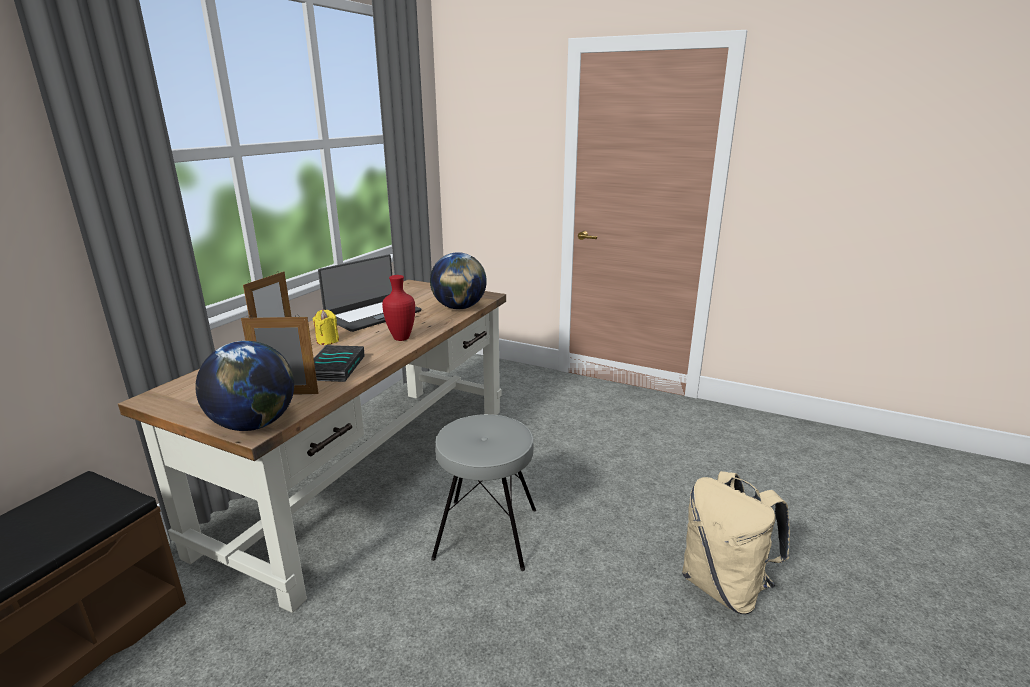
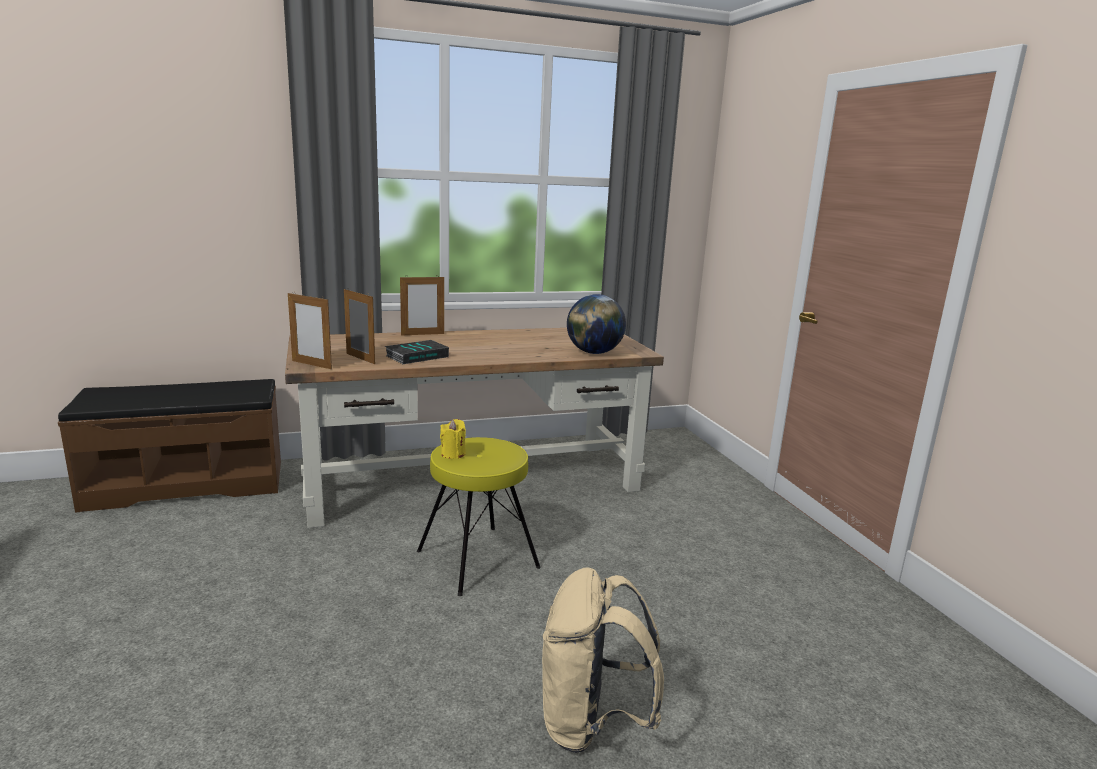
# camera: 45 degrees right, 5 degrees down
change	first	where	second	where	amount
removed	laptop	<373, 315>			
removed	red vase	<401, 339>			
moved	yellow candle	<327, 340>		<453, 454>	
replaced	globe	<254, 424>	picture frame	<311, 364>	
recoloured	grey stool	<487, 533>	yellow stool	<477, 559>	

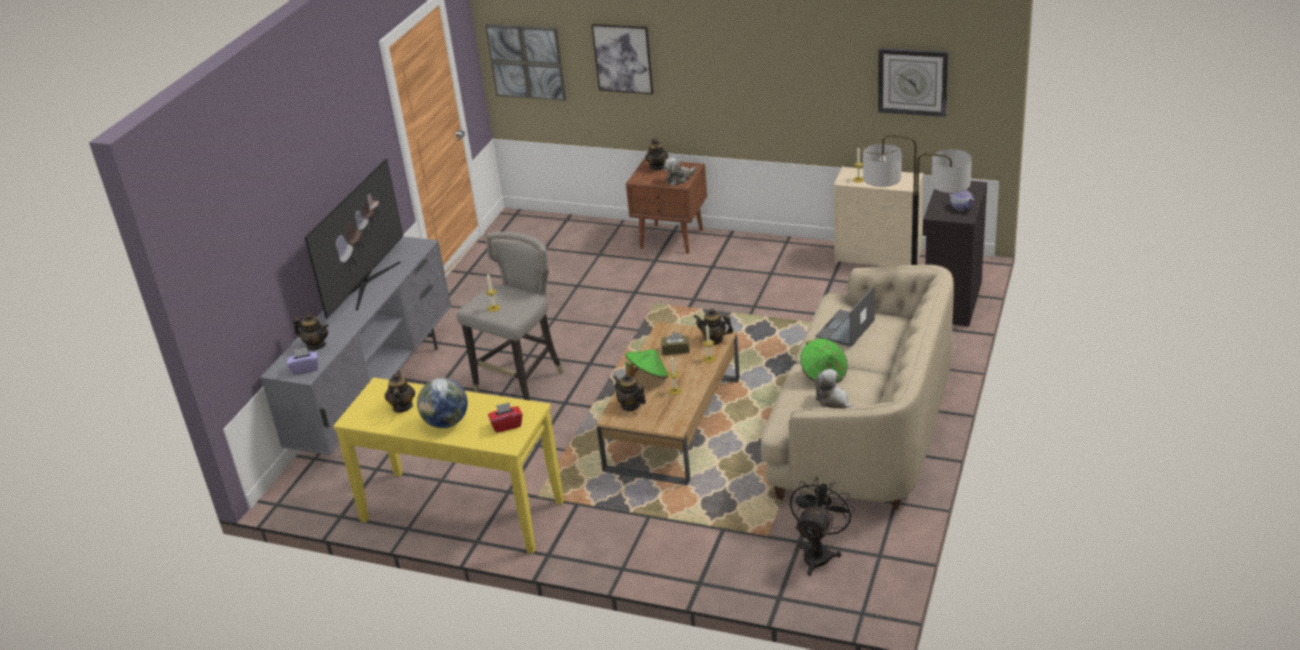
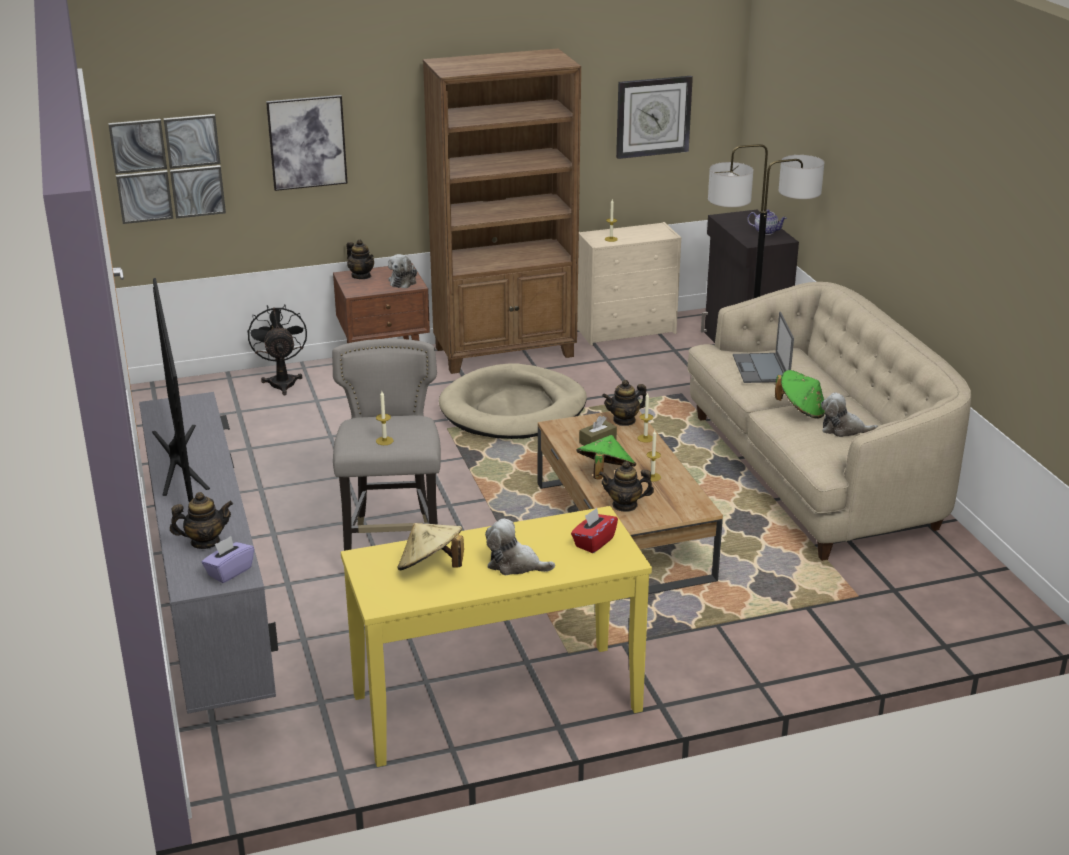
# camera: 40 degrees left, 5 degrees down
change	first	where	second	where	amount
added			brown bookcase	<506, 352>	
added			beige dog bed	<513, 409>	
moved	black fan	<819, 553>		<282, 381>	
replaced	teapot	<402, 407>	beige hat	<431, 568>	
replaced	globe	<446, 423>	plush toy	<515, 564>	

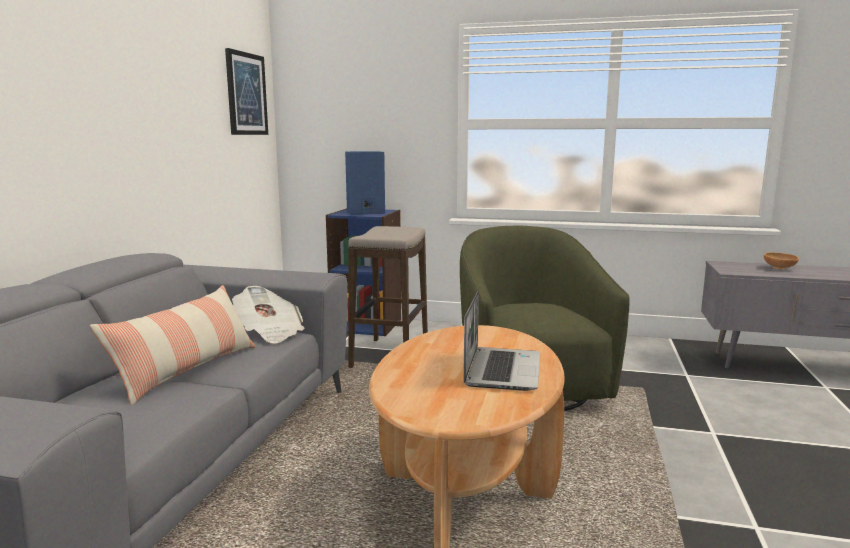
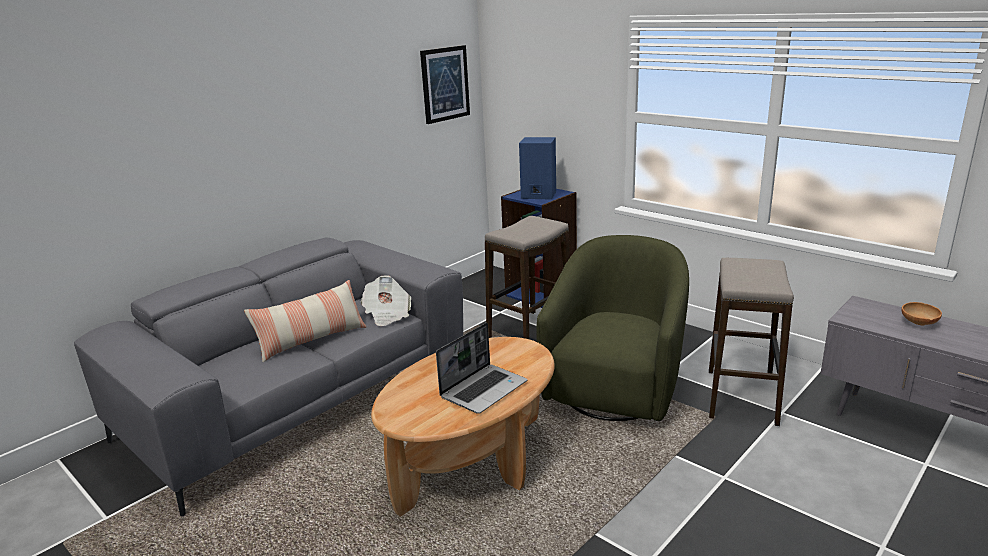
# camera: 30 degrees right, 10 degrees up
change	first	where	second	where	amount
added			stool	<741, 397>	

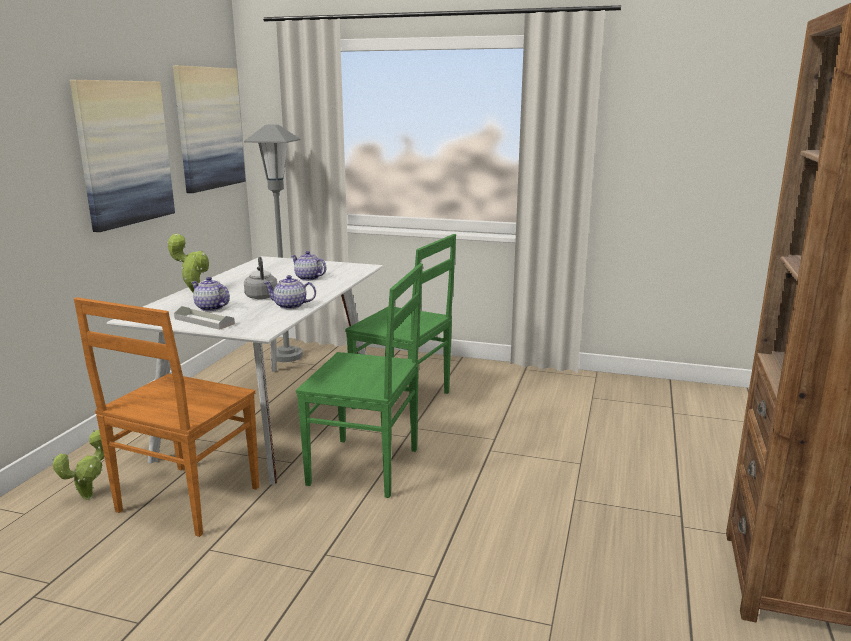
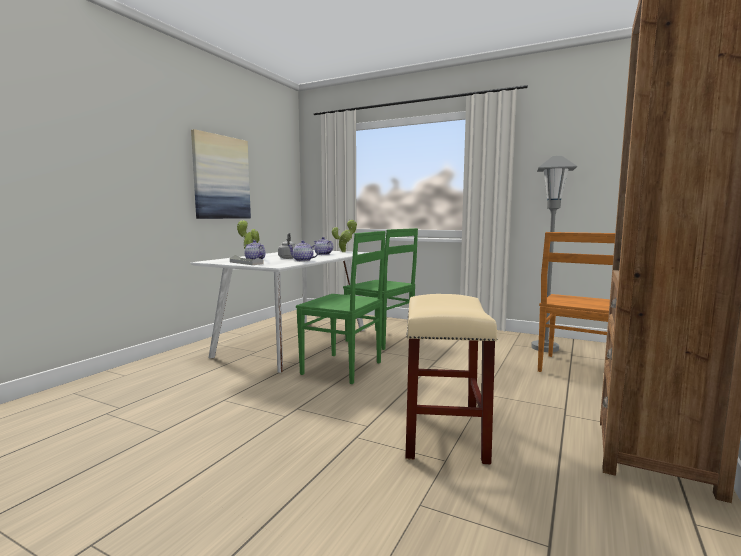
# camera: 10 degrees right, 10 degrees down
change	first	where	second	where	amount
removed	picture	<209, 128>			
added			beige stool	<443, 433>	
moved	potted plant	<91, 496>		<345, 251>	
moved	brown chair	<186, 501>		<577, 369>	
moved	grey floor lamp	<287, 356>		<545, 348>	

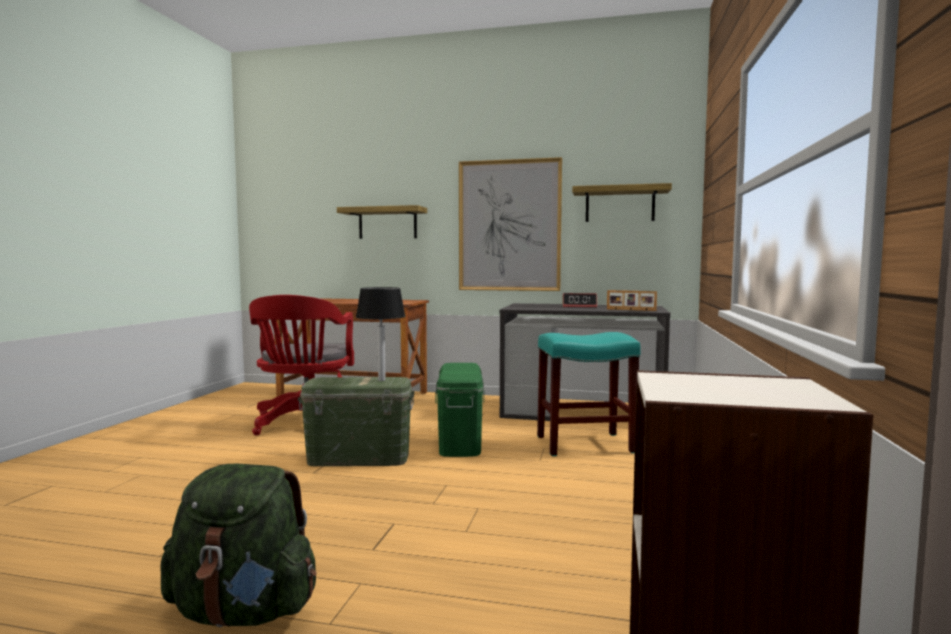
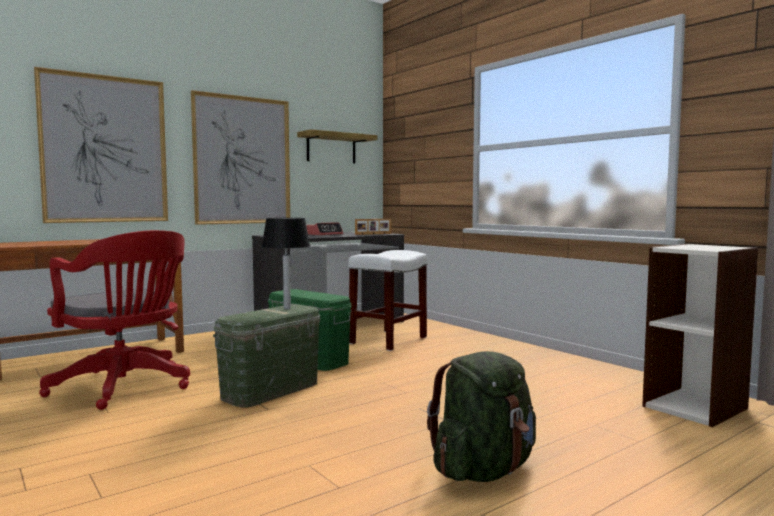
# camera: 50 degrees left, 0 degrees up
change	first	where	second	where	amount
replaced	shelf	<387, 223>	picture	<105, 149>	
recoloured	turquoise stool	<584, 444>	white stool	<388, 340>	

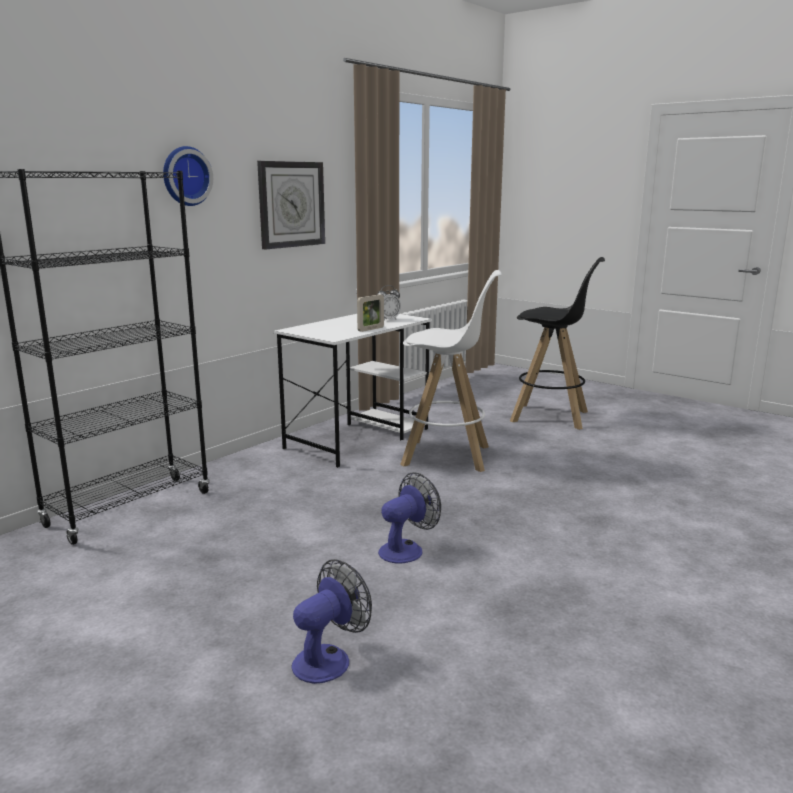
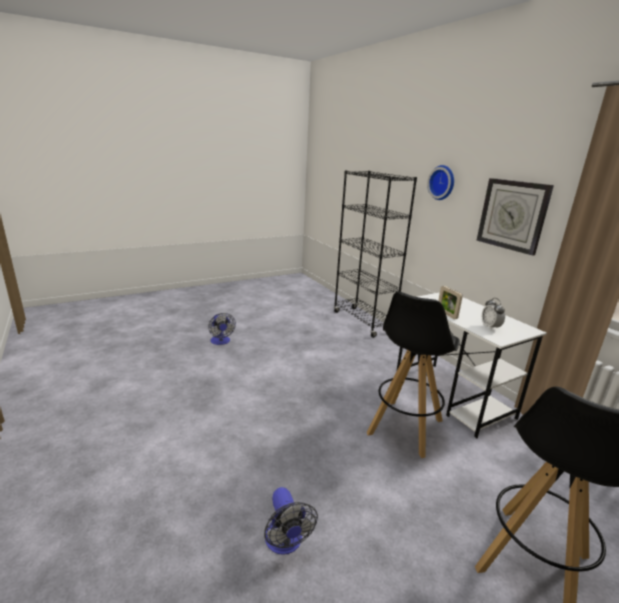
# camera: 110 degrees right, 5 degrees up
change	first	where	second	where	amount
moved	fan	<406, 549>		<285, 543>	
recoloured	white stool	<447, 456>	black stool	<404, 427>	

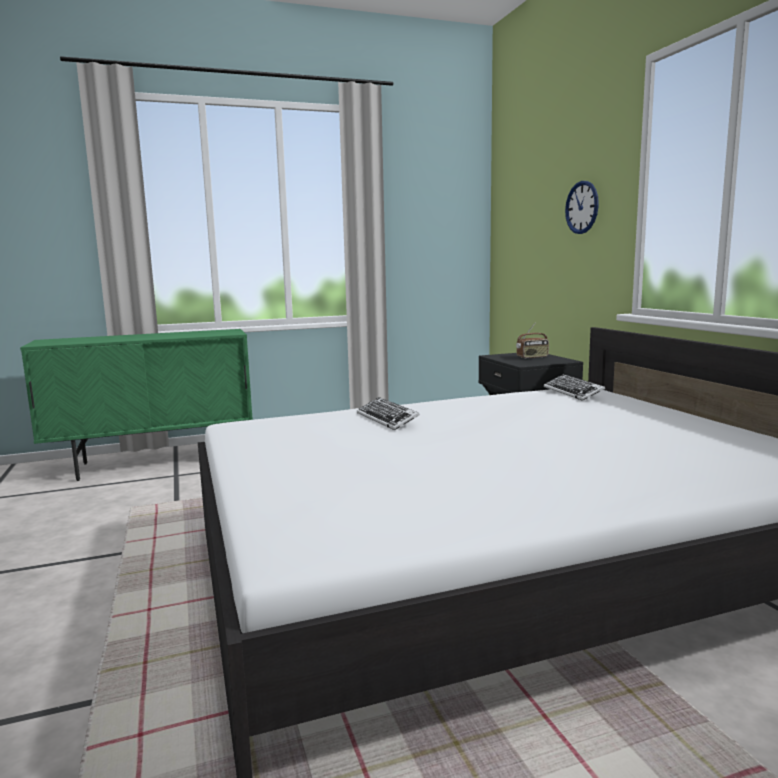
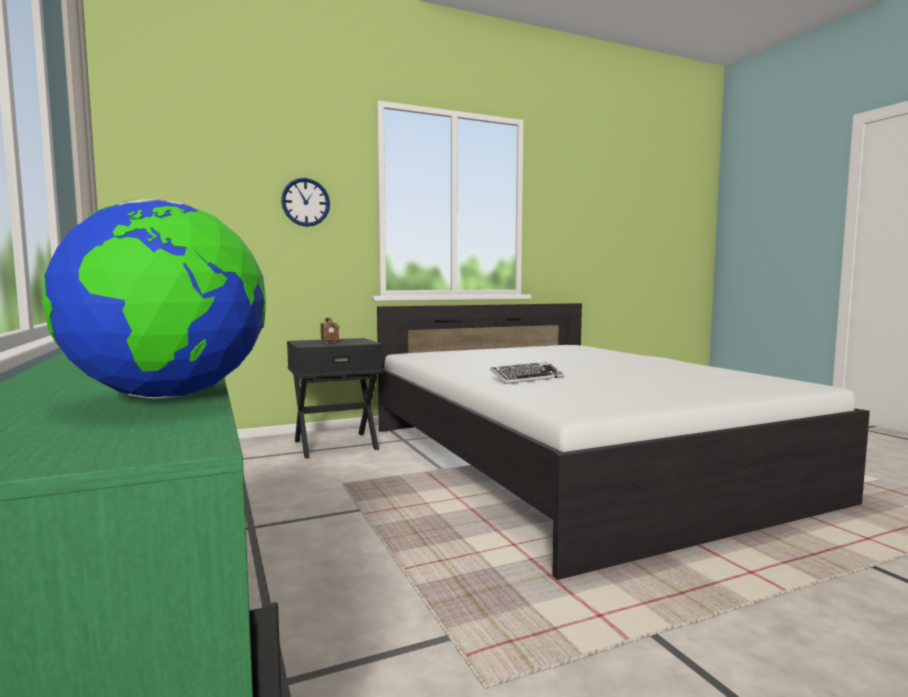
# camera: 95 degrees left, 5 degrees down
change	first	where	second	where	amount
removed	keyboard	<573, 392>			
added			globe	<168, 397>	

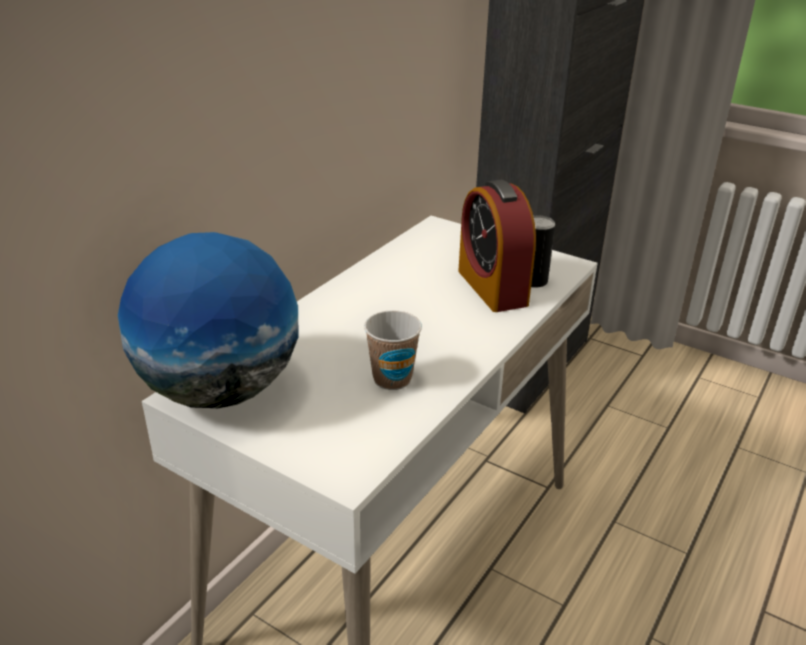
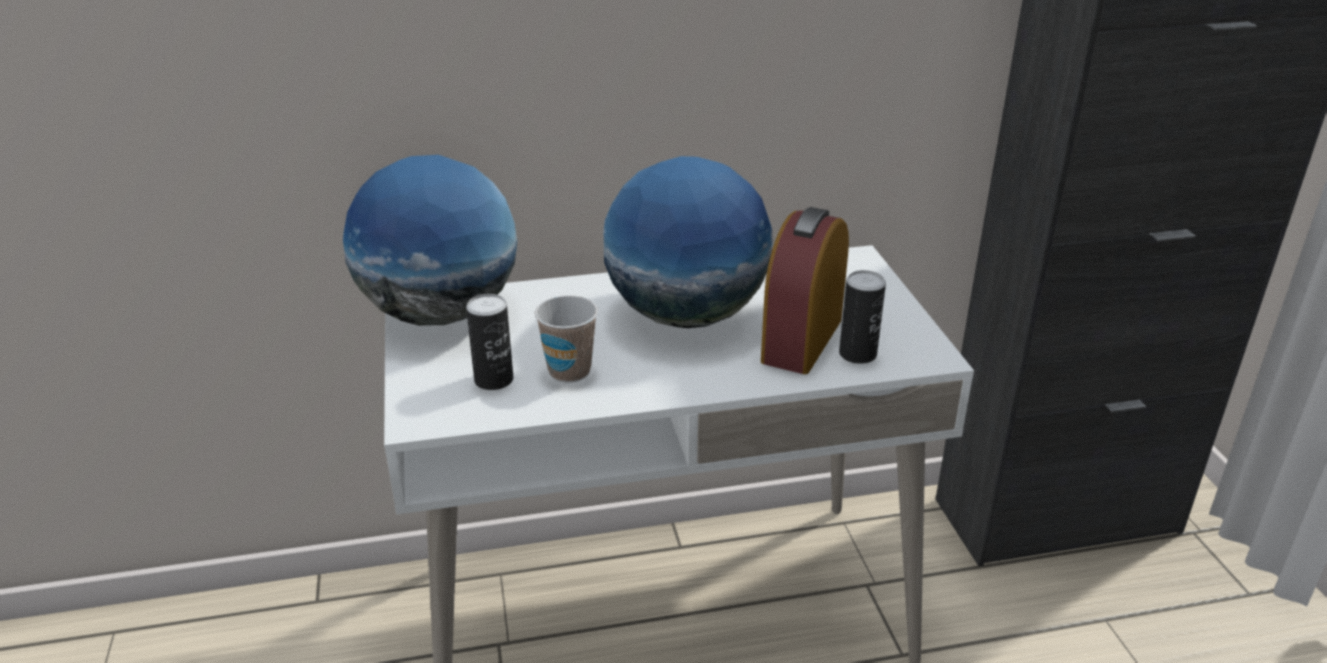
# camera: 45 degrees right, 0 degrees up
change	first	where	second	where	amount
added			can	<494, 380>	
added			globe	<686, 315>	

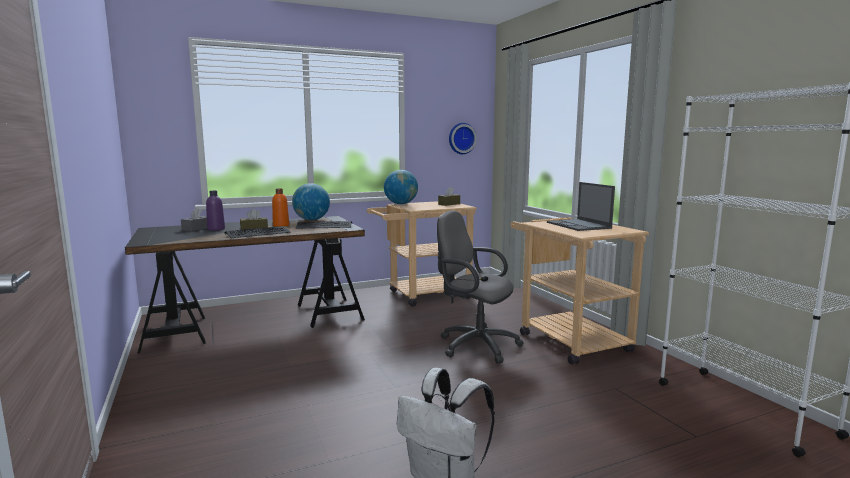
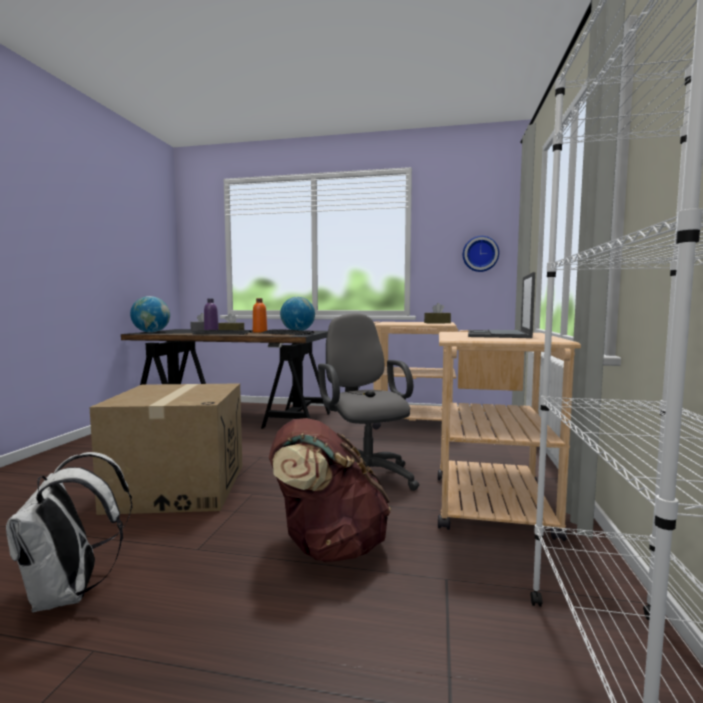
# camera: 35 degrees right, 5 degrees down
change	first	where	second	where	amount
added			cardboard box	<178, 487>	
added			brown backpack	<328, 546>	
moved	globe	<401, 204>		<151, 332>	

